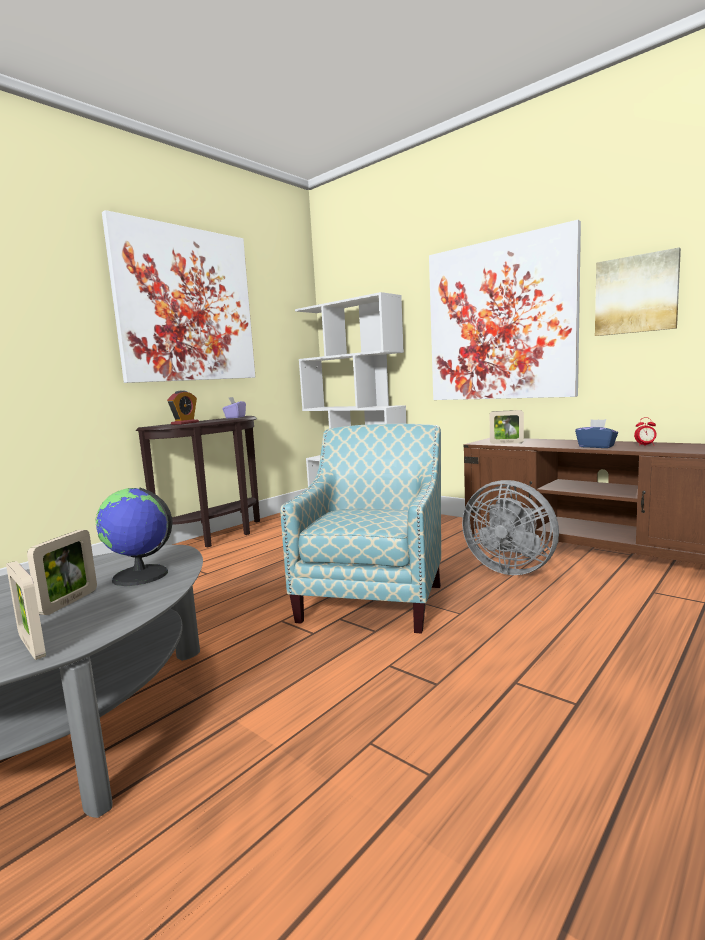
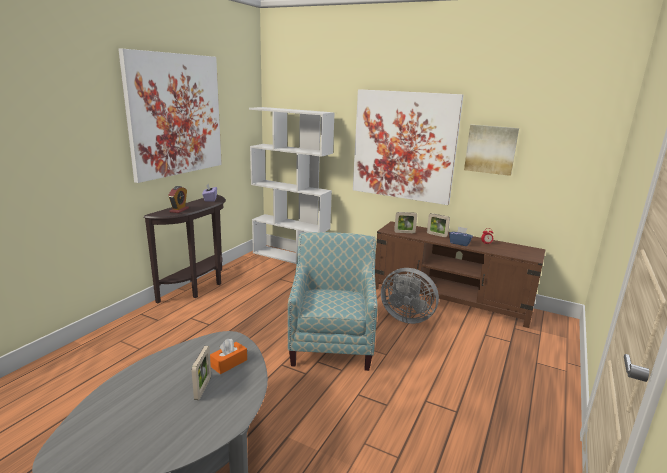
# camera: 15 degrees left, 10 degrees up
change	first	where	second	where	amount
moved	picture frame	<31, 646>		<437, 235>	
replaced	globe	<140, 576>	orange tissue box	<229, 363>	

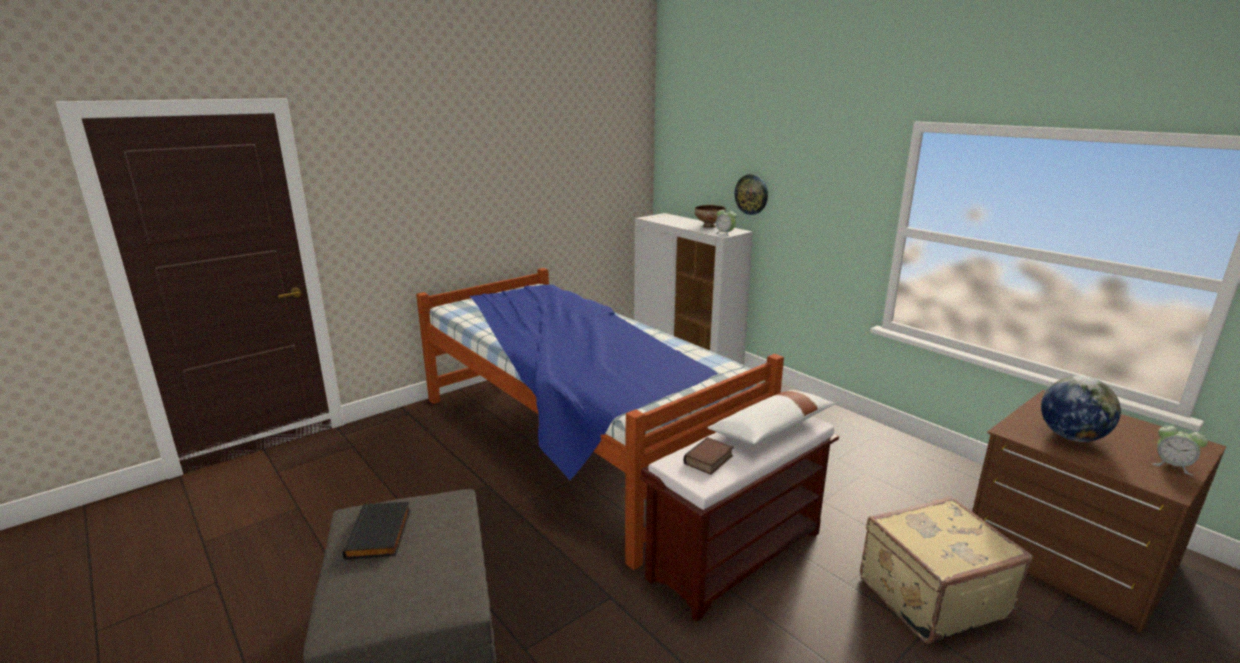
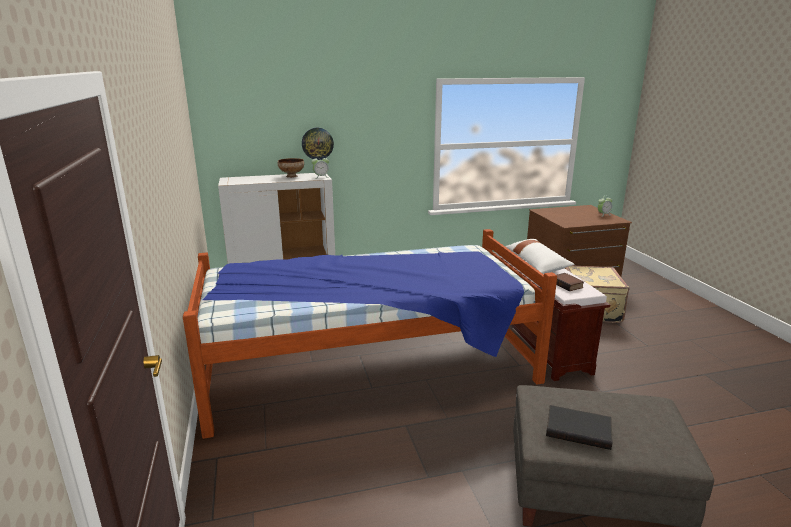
# camera: 65 degrees left, 0 degrees up
change	first	where	second	where	amount
removed	globe	<1071, 437>			

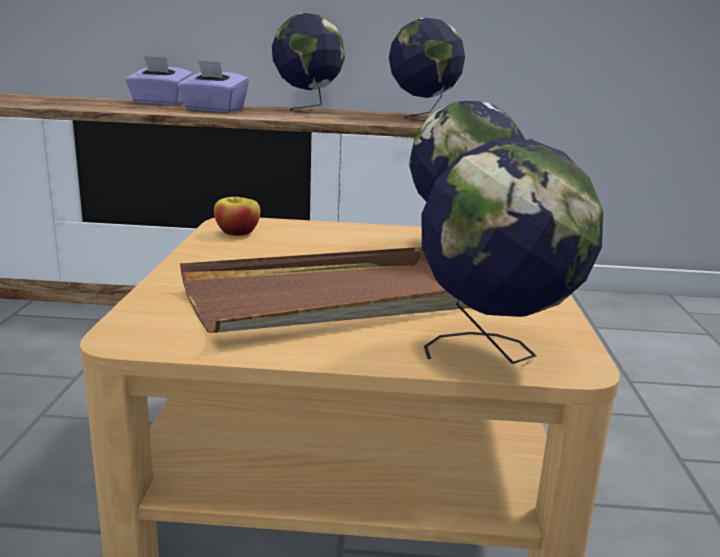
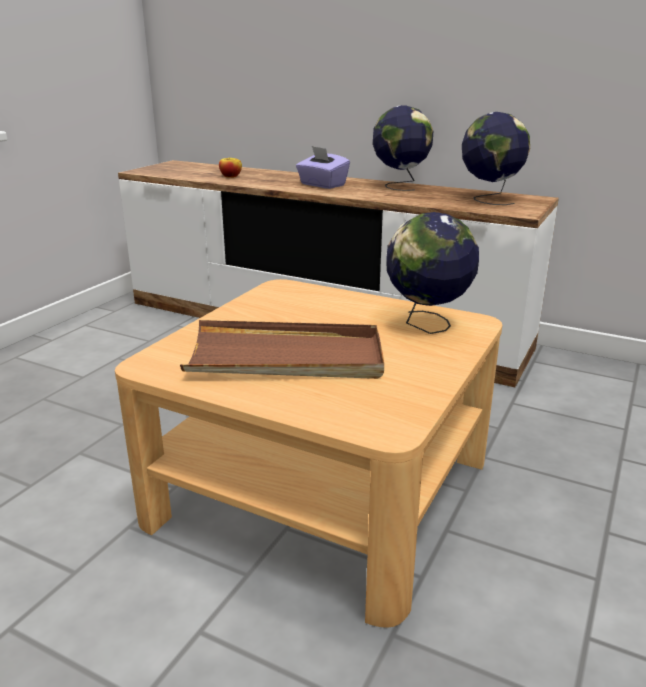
# camera: 25 degrees right, 5 degrees up
change	first	where	second	where	amount
removed	purple tissue box	<160, 103>			
removed	globe	<495, 352>			
moved	apple	<237, 233>		<231, 176>	

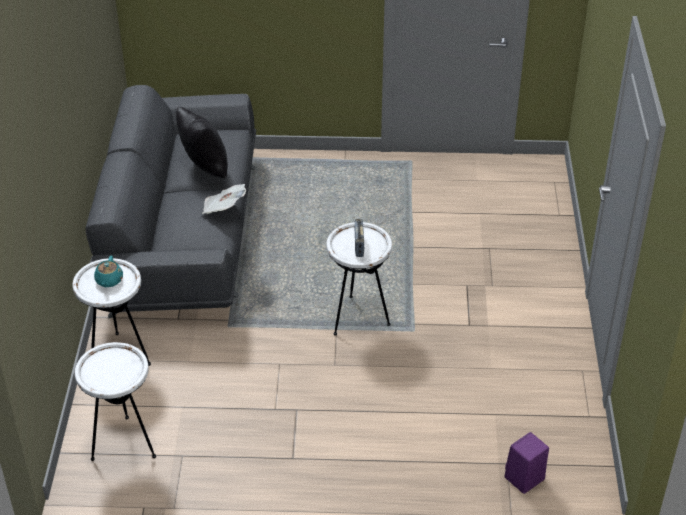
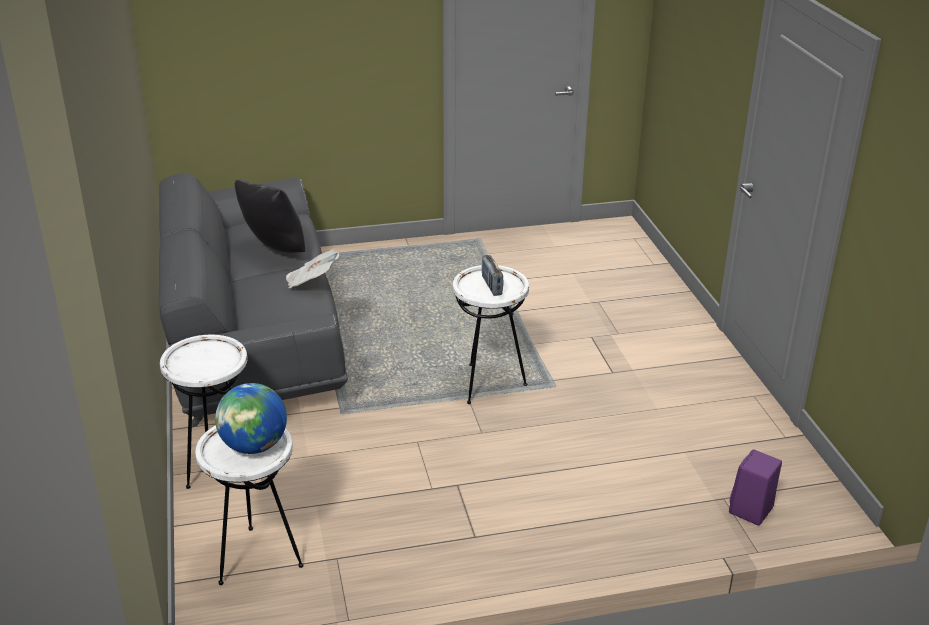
# camera: 15 degrees left, 10 degrees down
change	first	where	second	where	amount
removed	turquoise teapot	<109, 281>			
added			globe	<254, 446>	

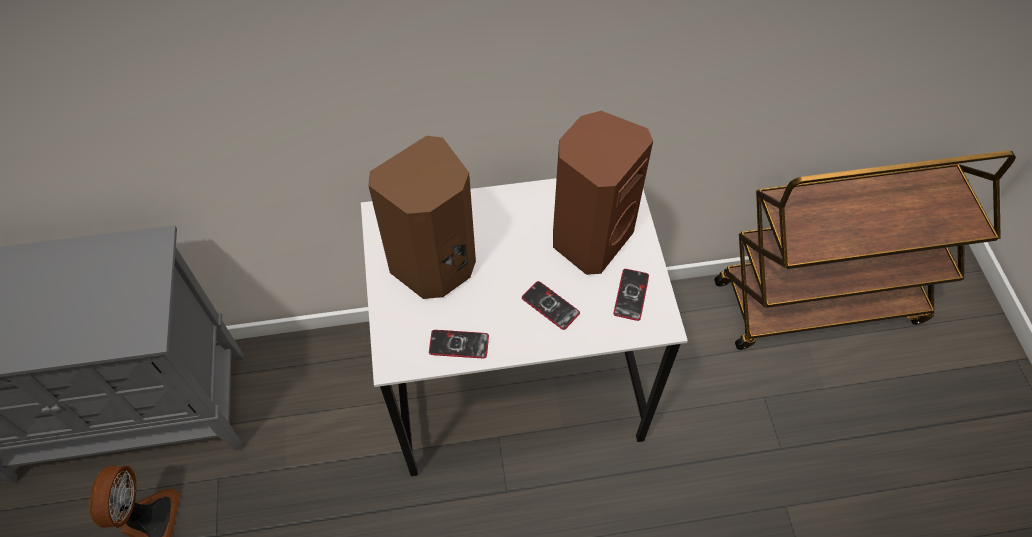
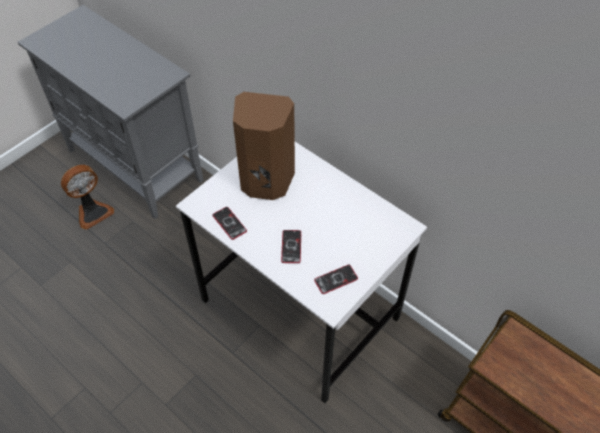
# camera: 50 degrees right, 5 degrees down
change	first	where	second	where	amount
removed	brown speaker	<589, 238>			

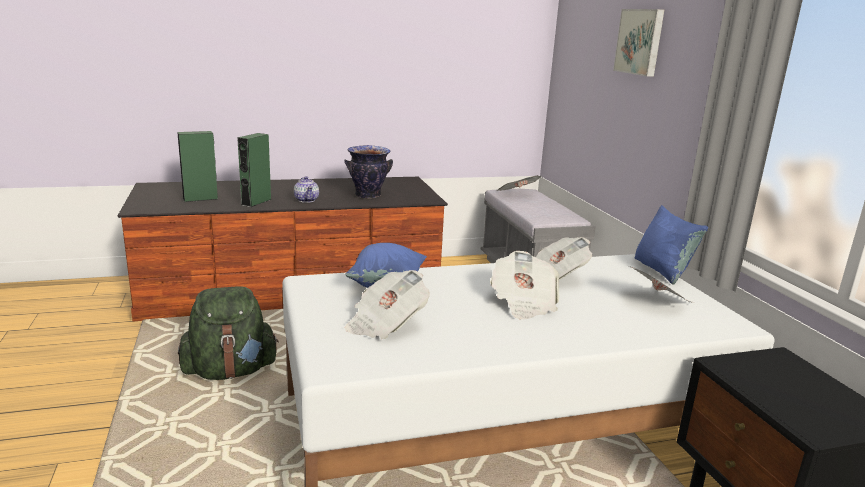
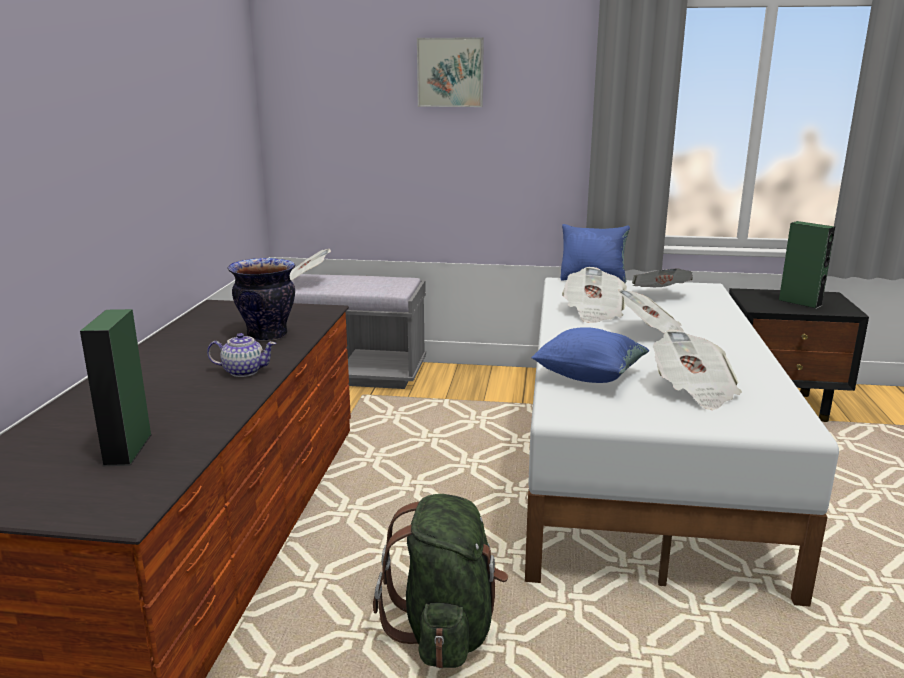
# camera: 65 degrees left, 0 degrees up
change	first	where	second	where	amount
moved	green speaker	<256, 202>		<800, 303>	

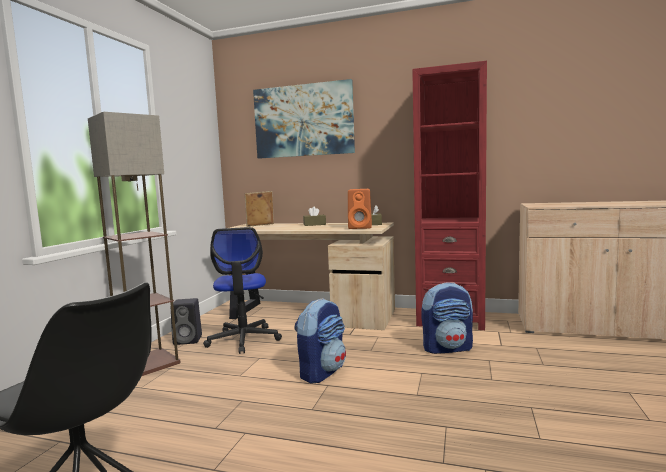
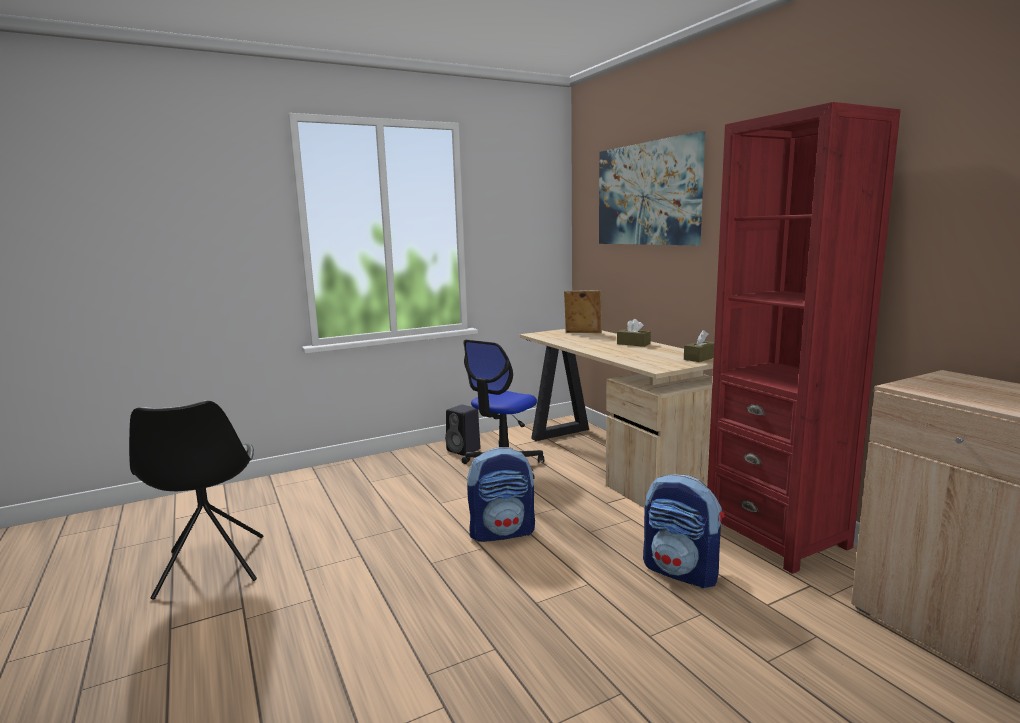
# camera: 45 degrees right, 5 degrees up
change	first	where	second	where	amount
removed	floor lamp	<148, 363>			
removed	orange speaker	<361, 227>			

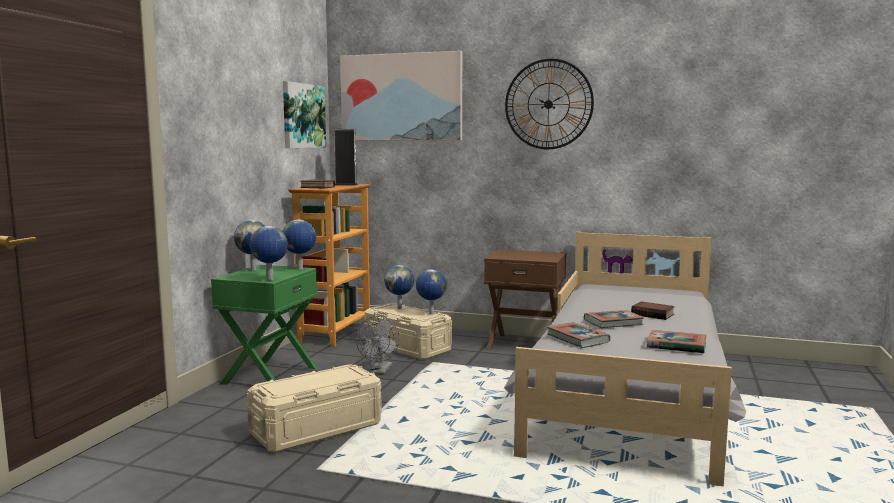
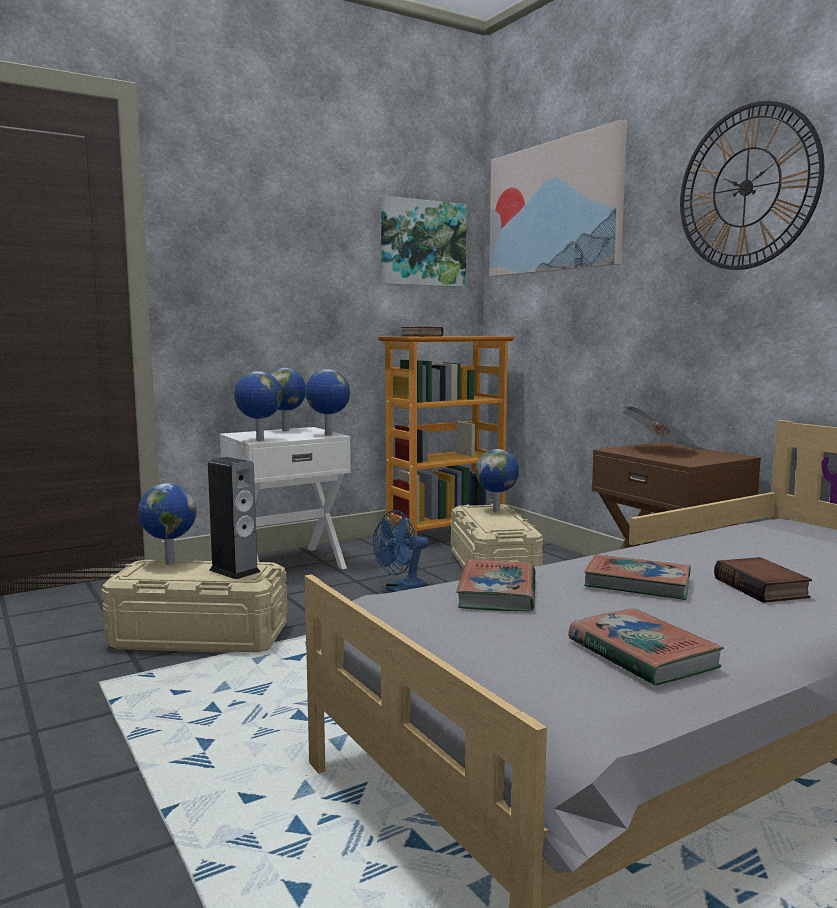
# camera: 40 degrees right, 0 degrees up
change	first	where	second	where	amount
added			newspaper	<662, 450>	
moved	speaker	<346, 185>		<234, 571>	
moved	globe	<430, 314>		<169, 563>	
recoloured	green nightstand	<269, 375>	white nightstand	<287, 564>	
recoloured	grey fan	<380, 371>	blue fan	<401, 590>	

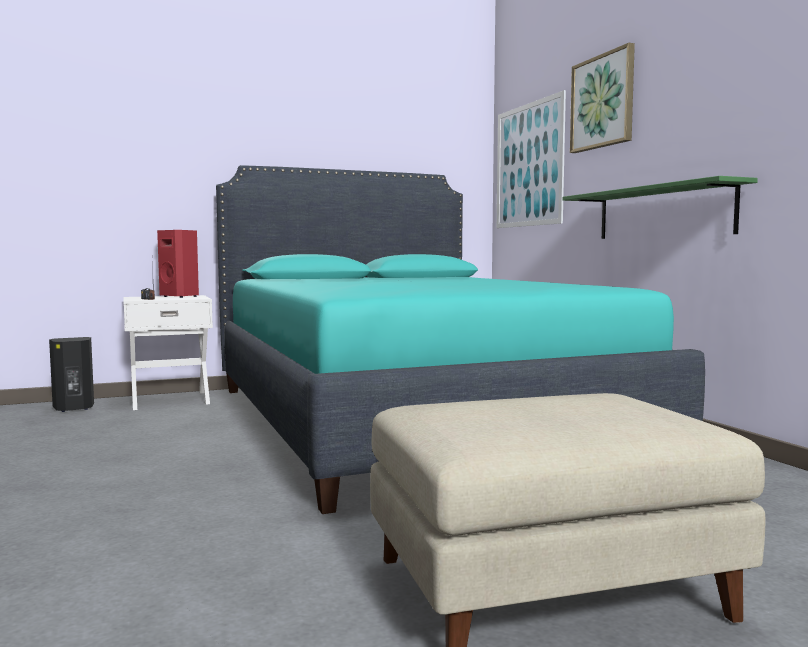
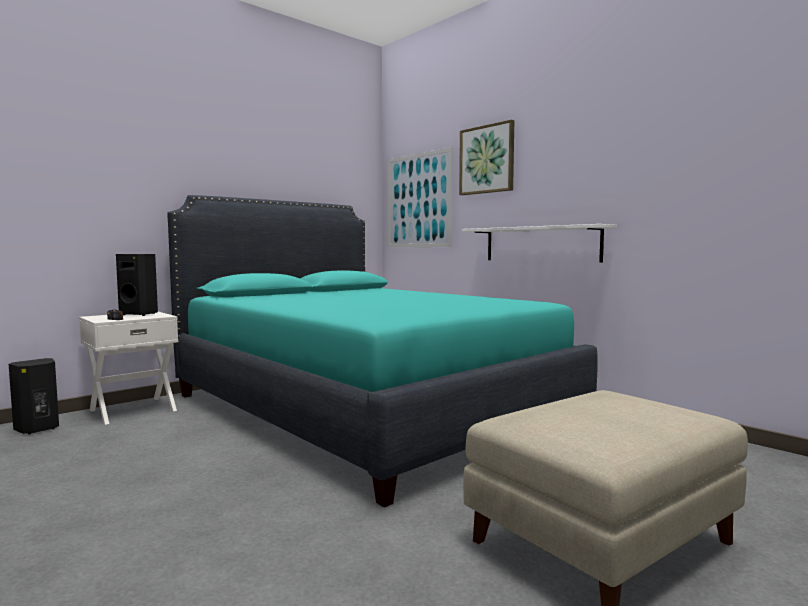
# camera: 20 degrees left, 0 degrees up
change	first	where	second	where	amount
recoloured	red speaker	<181, 296>	black speaker	<140, 314>	
recoloured	green shelf	<662, 213>	white shelf	<541, 244>	

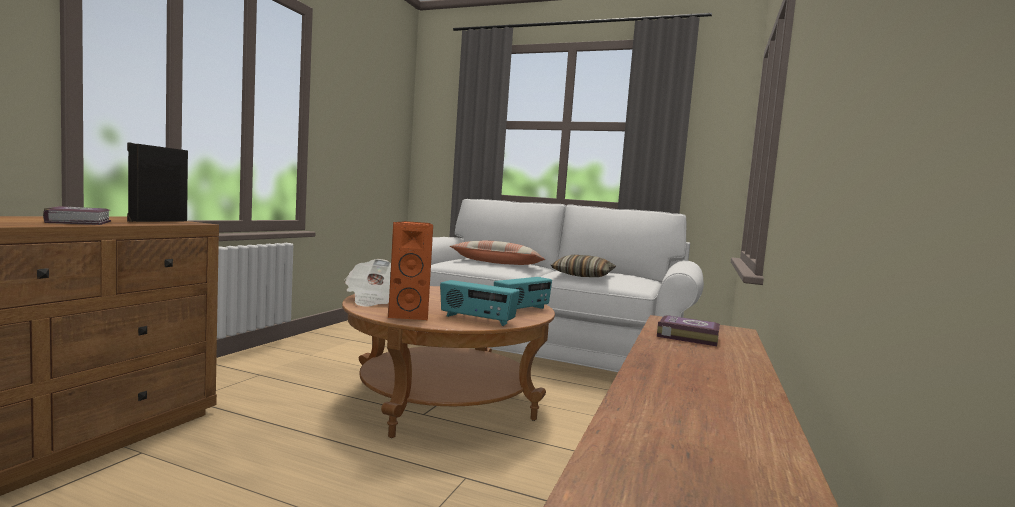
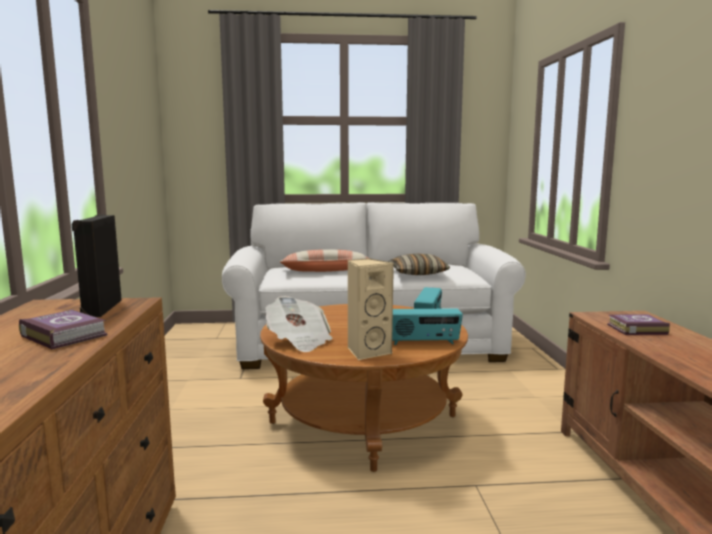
# camera: 25 degrees left, 5 degrees up
change	first	where	second	where	amount
recoloured	orange speaker	<410, 315>	beige speaker	<367, 352>	

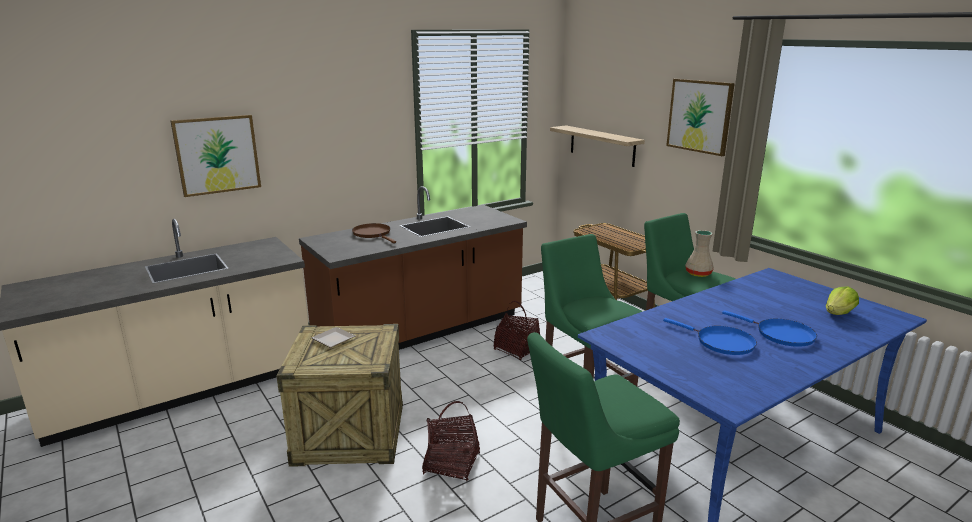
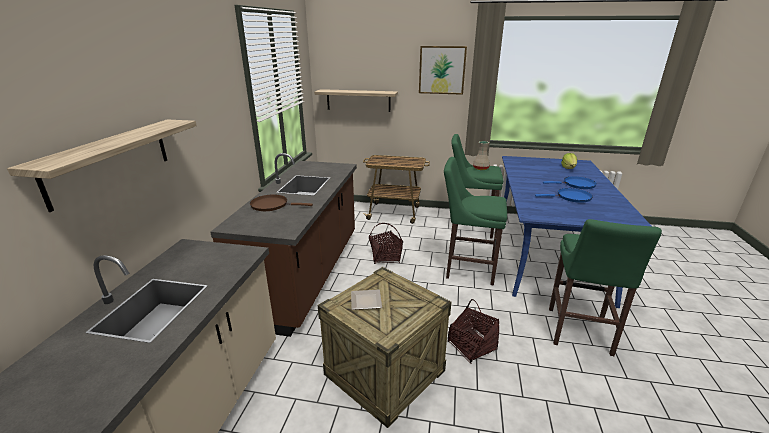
# camera: 45 degrees left, 5 degrees up
change	first	where	second	where	amount
replaced	picture	<217, 155>	shelf	<110, 160>	

